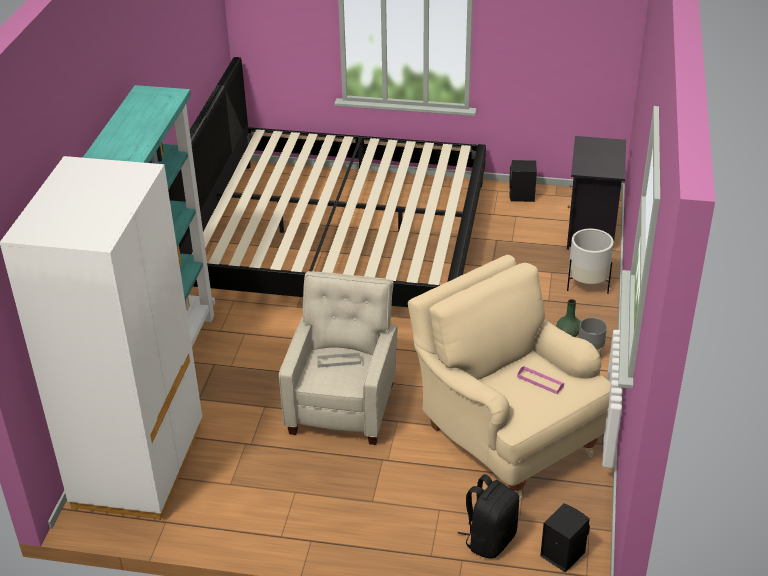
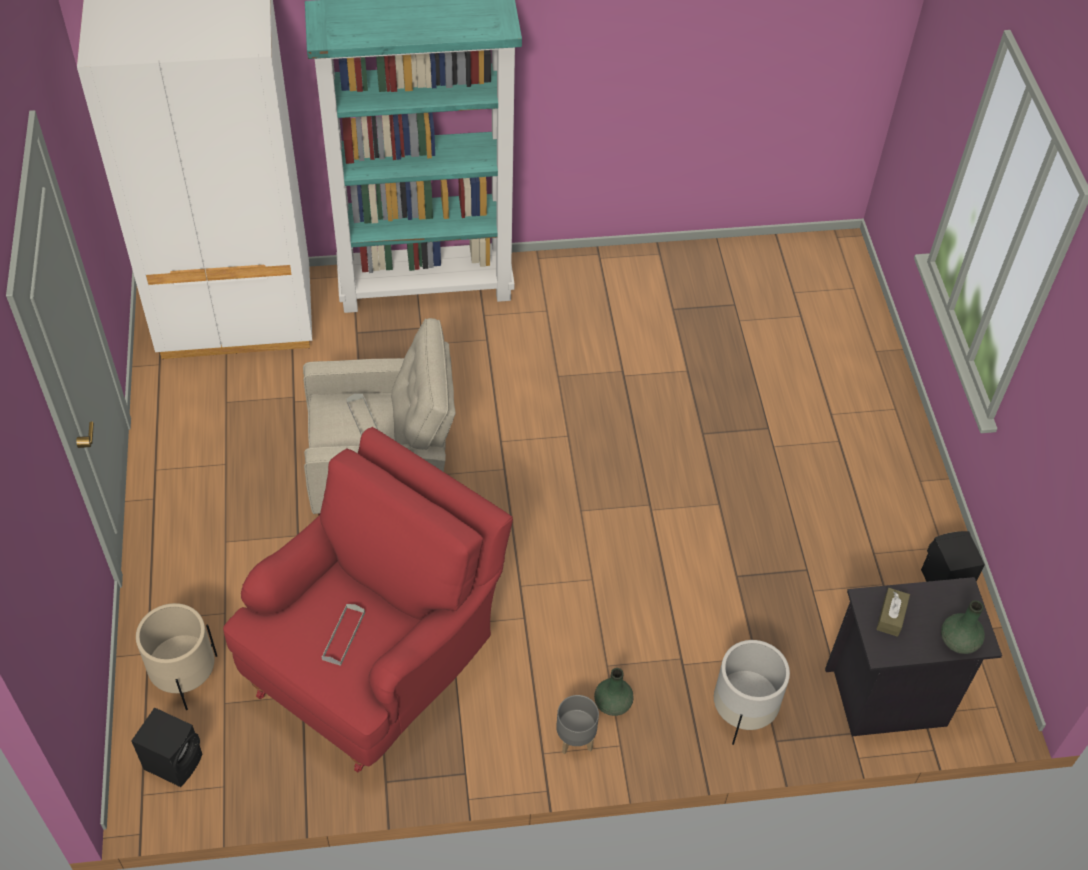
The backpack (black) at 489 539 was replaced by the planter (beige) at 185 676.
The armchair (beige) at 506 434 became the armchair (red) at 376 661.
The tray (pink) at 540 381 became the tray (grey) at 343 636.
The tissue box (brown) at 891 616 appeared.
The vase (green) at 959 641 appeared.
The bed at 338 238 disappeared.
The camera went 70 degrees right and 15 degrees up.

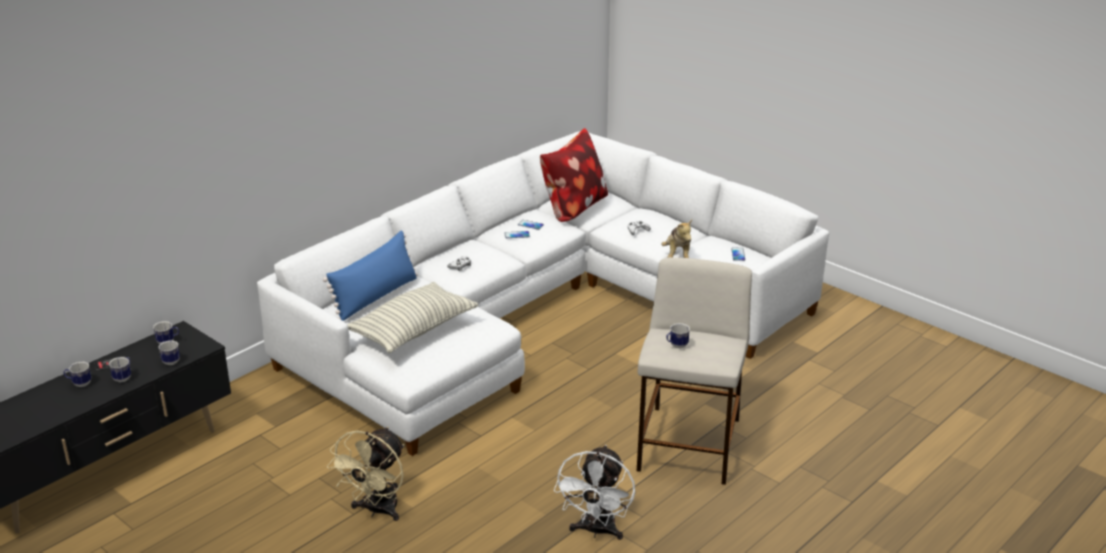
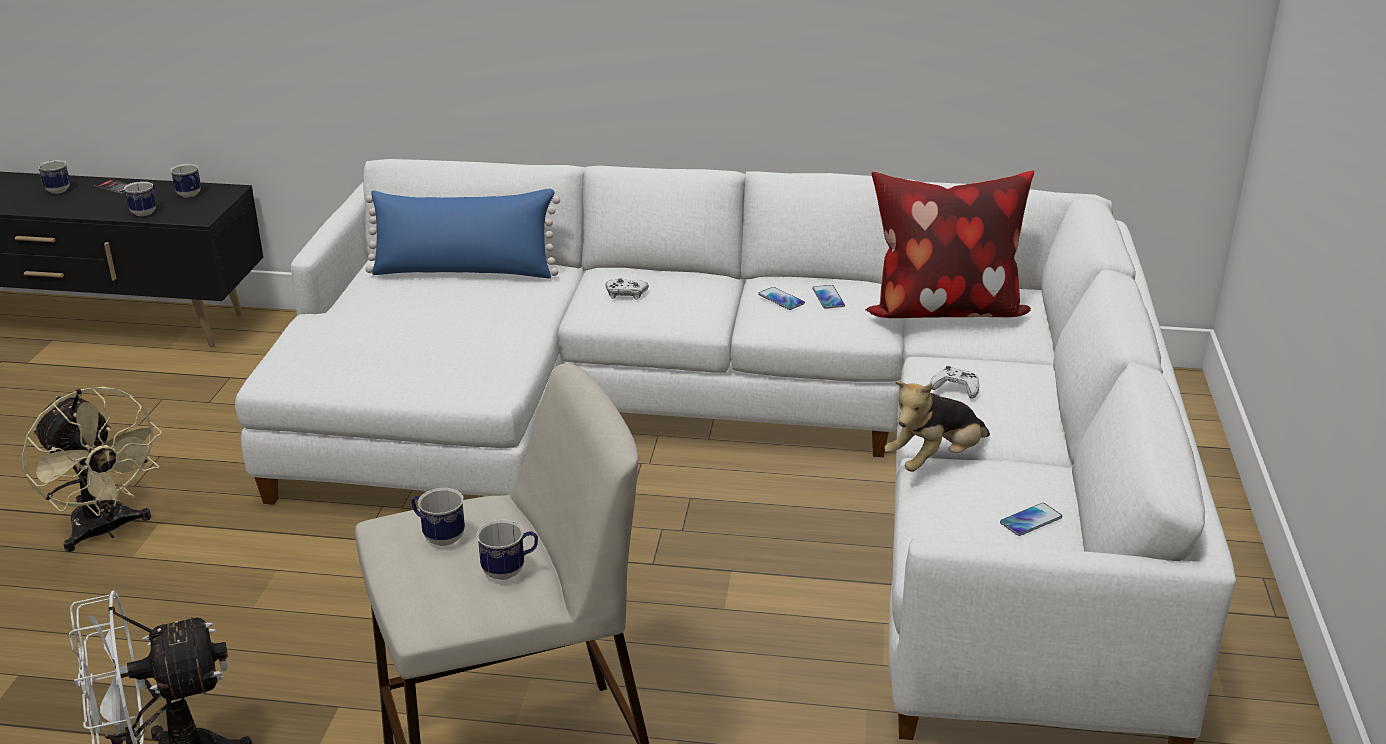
The fan (beige) at 377 510 turned 120 degrees counterclockwise.
The mug moved from 124 377 to 510 570.
The pillow at 413 331 disappeared.
The camera went 55 degrees right and 0 degrees up.

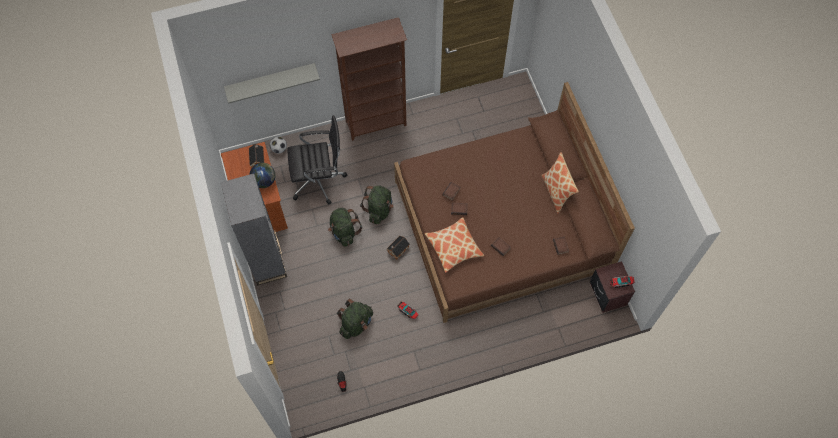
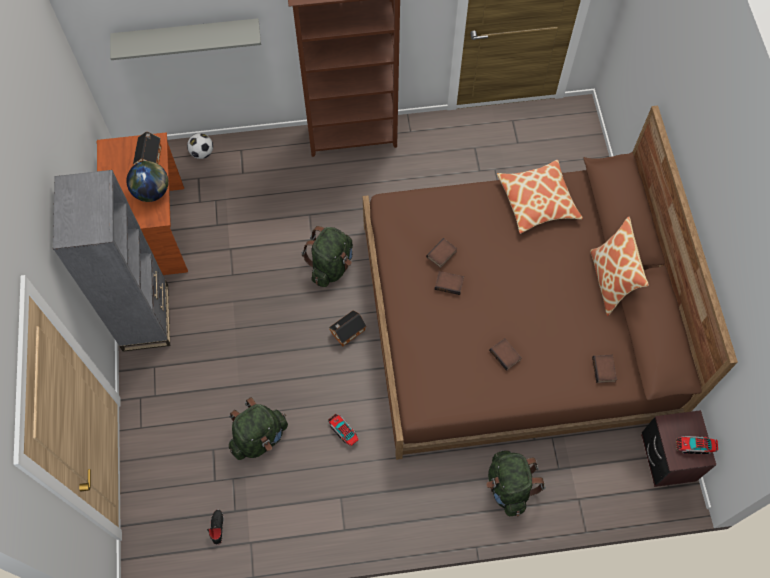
The backpack (green) moved from 344 232 to 509 487.
The pillow moved from 454 247 to 537 201.
The office chair (black) at 319 180 disappeared.
The camera went 10 degrees right and 0 degrees up.

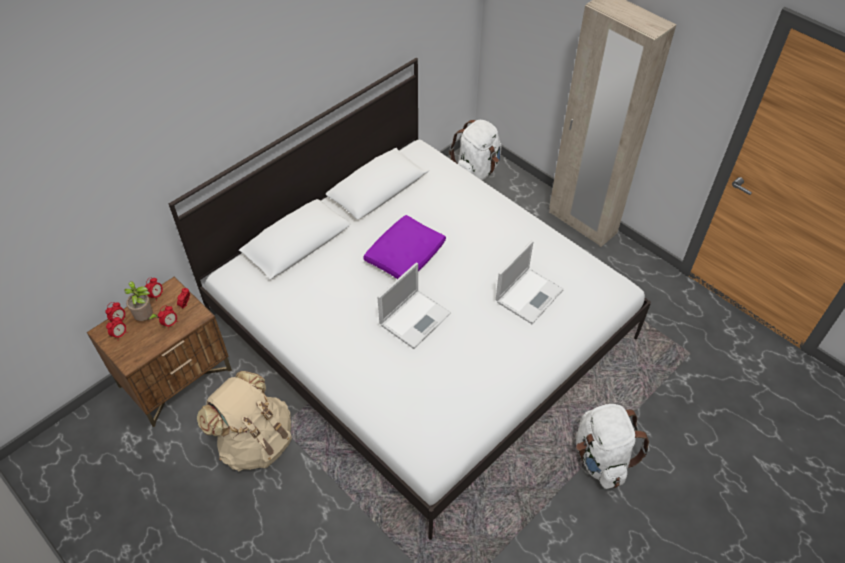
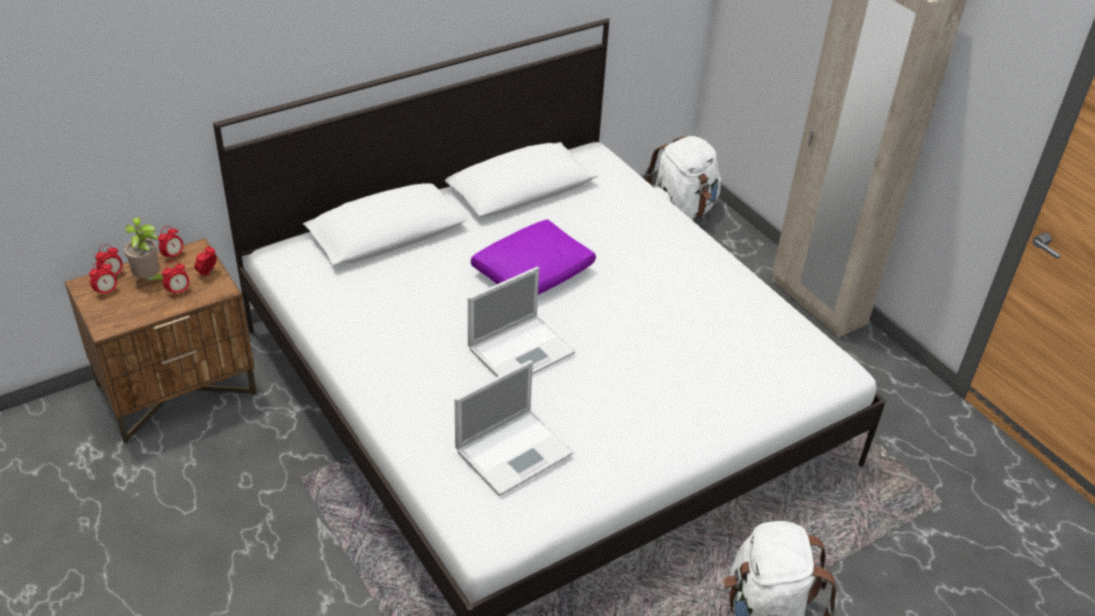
The laptop moved from 529 295 to 515 451.
The backpack (beige) at 255 441 disappeared.
The camera went 10 degrees right and 10 degrees down.

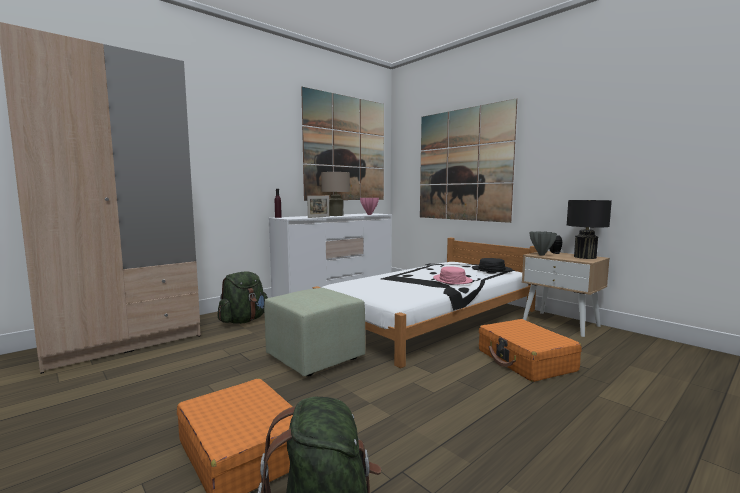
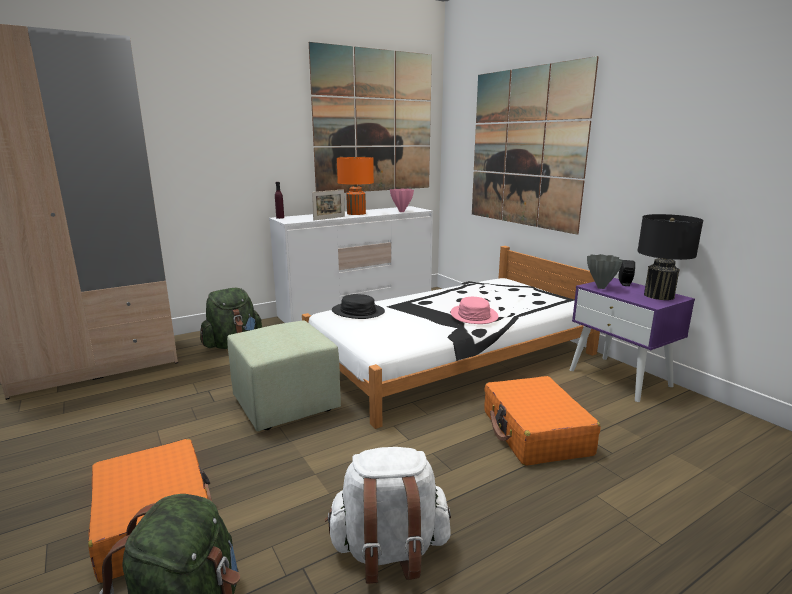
The backpack (white) at 389 551 appeared.
The hat (black) moved from 491 269 to 358 312.
The table lamp (beige) at 335 215 became the table lamp (orange) at 356 213.
The nightstand (beige) at 561 323 became the nightstand (purple) at 620 378.
The camera went 10 degrees right and 10 degrees up.

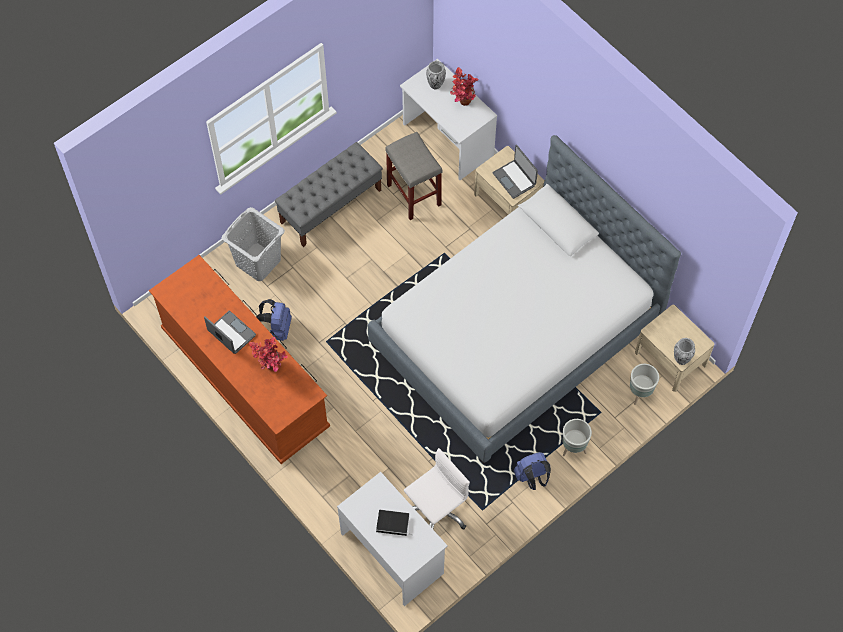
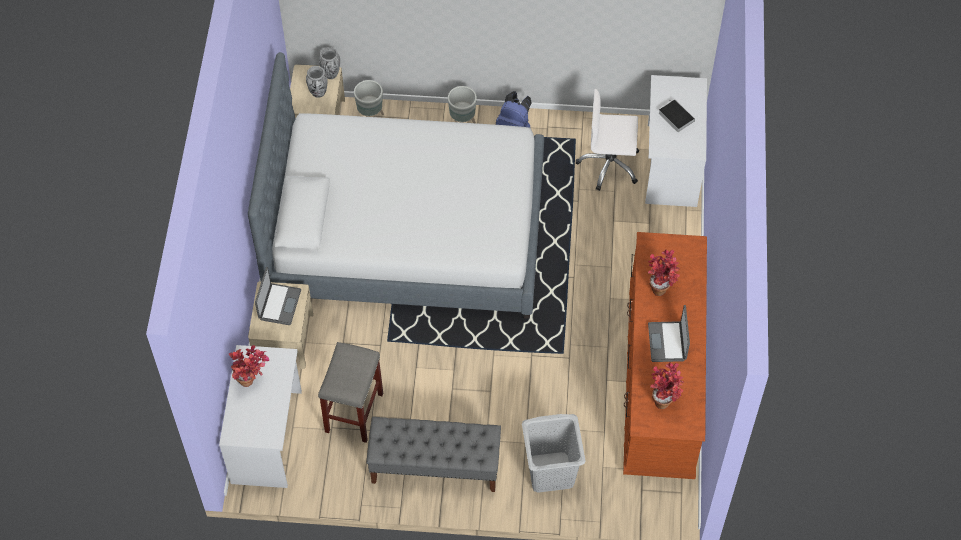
The vase moved from 435 84 to 318 93.
The potted plant at 664 399 appeared.
The backpack (blue) at 277 328 disappeared.
The camera went 135 degrees left and 5 degrees down.

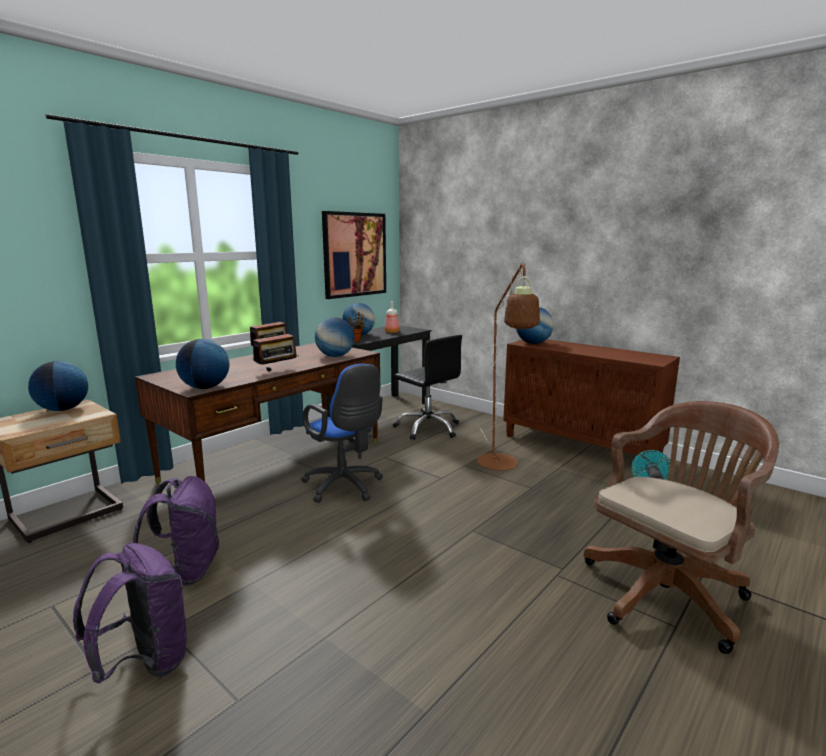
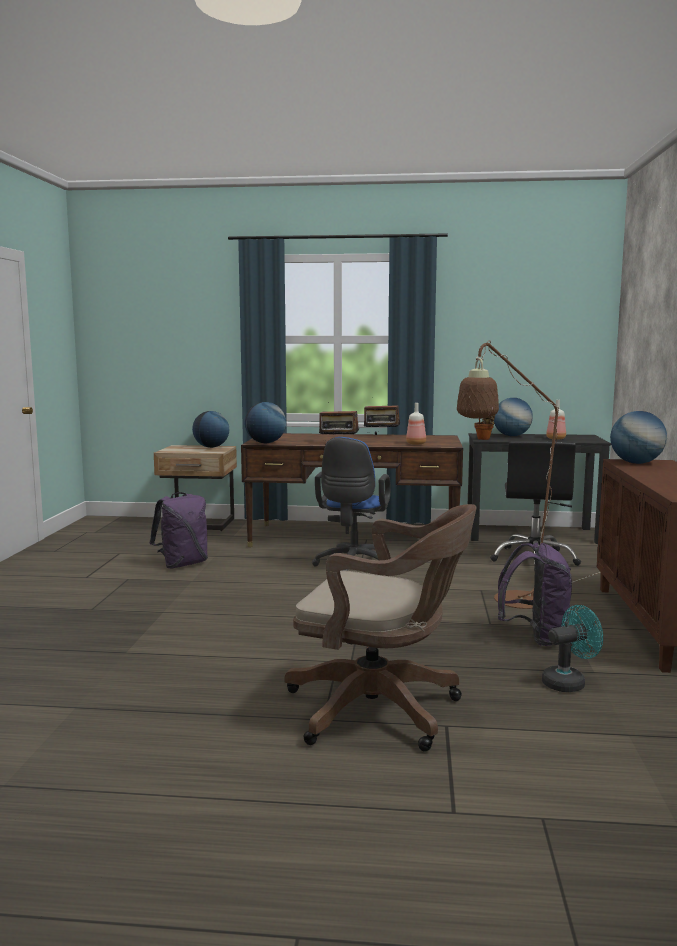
The globe at 335 356 was replaced by the bottle at 416 444.
The backpack (purple) moved from 145 663 to 535 637.
The picture at 355 254 disappeared.
The camera went 55 degrees right and 5 degrees down.

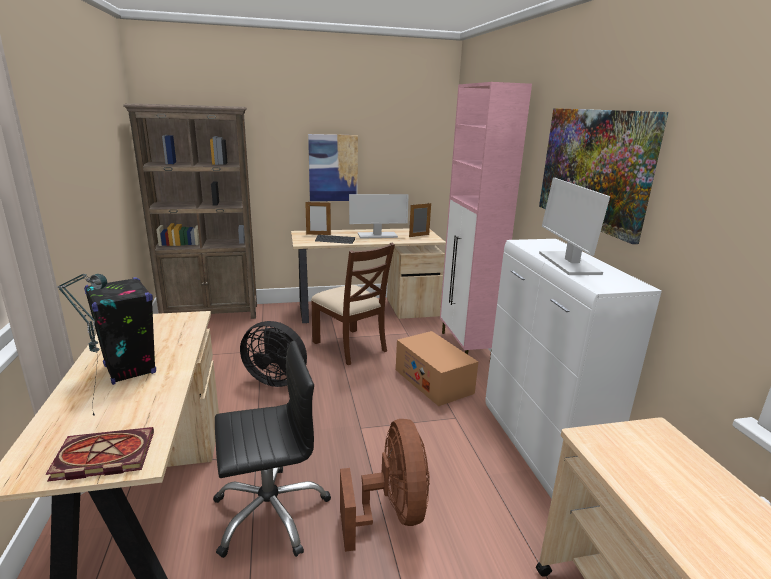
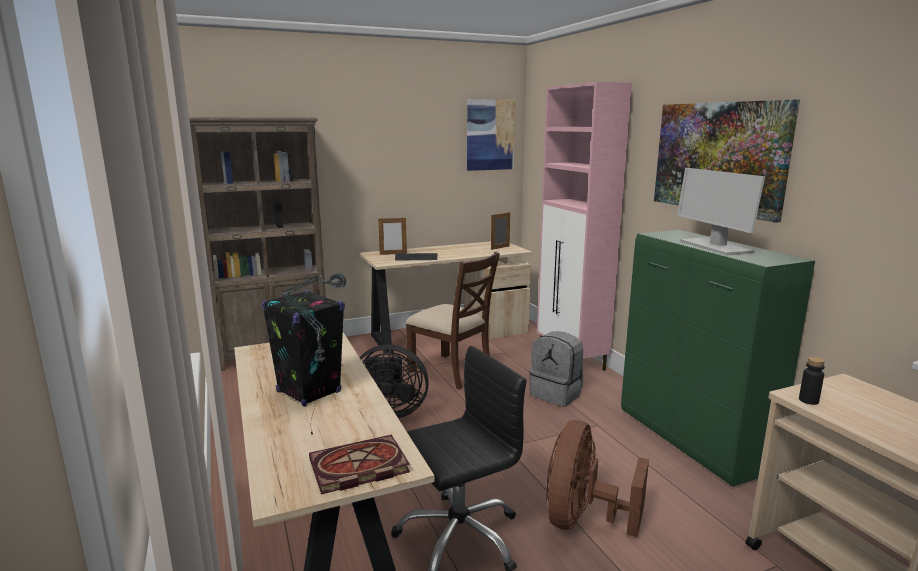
The picture moved from 333 168 to 490 135.
The cardboard box at 433 381 was replaced by the backpack (grey) at 556 394.
The fan (brown) at 391 513 turned 135 degrees counterclockwise.
The cabinet (white) at 540 448 became the cabinet (green) at 692 441.
The bottle (black) at 808 400 appeared.
The monitor at 377 235 disappeared.
The camera went 10 degrees left and 5 degrees down.

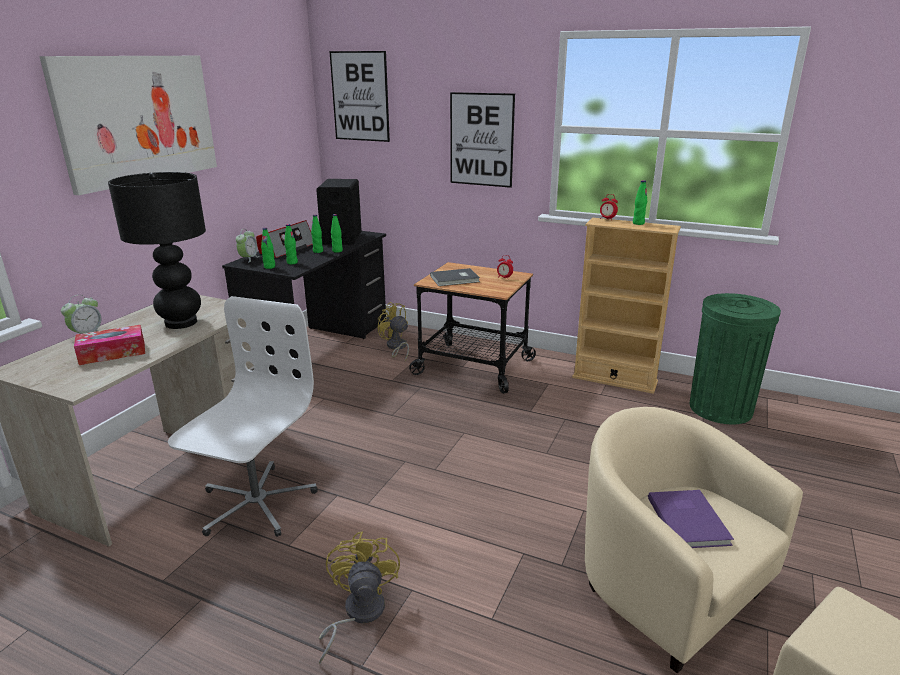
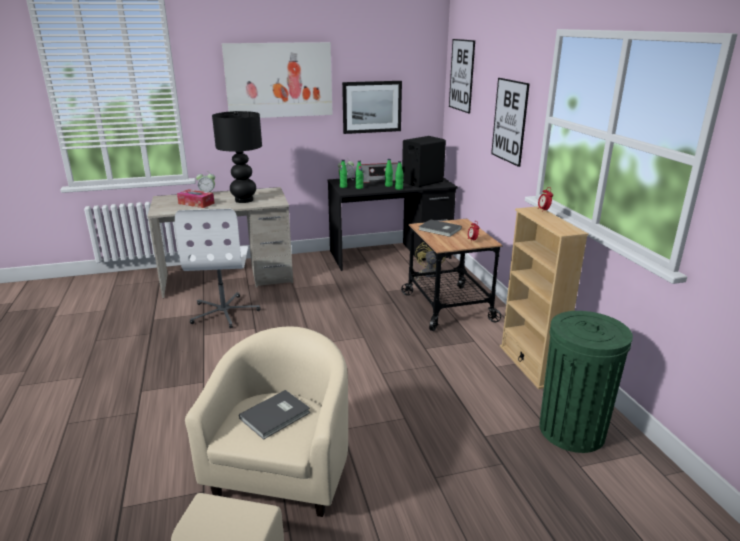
The office chair (white) at 255 503 turned 105 degrees clockwise.
The book (purple) at 689 520 became the book (grey) at 276 416.
The picture at 372 107 appeared.
The fan (yellow) at 357 614 disappeared.
The bottle (green) at 638 223 disappeared.
The camera went 50 degrees right and 0 degrees up.

